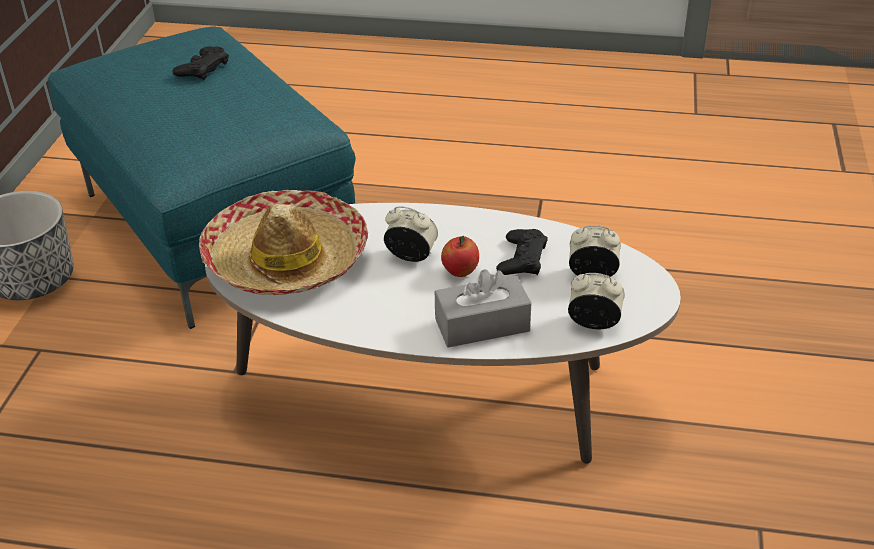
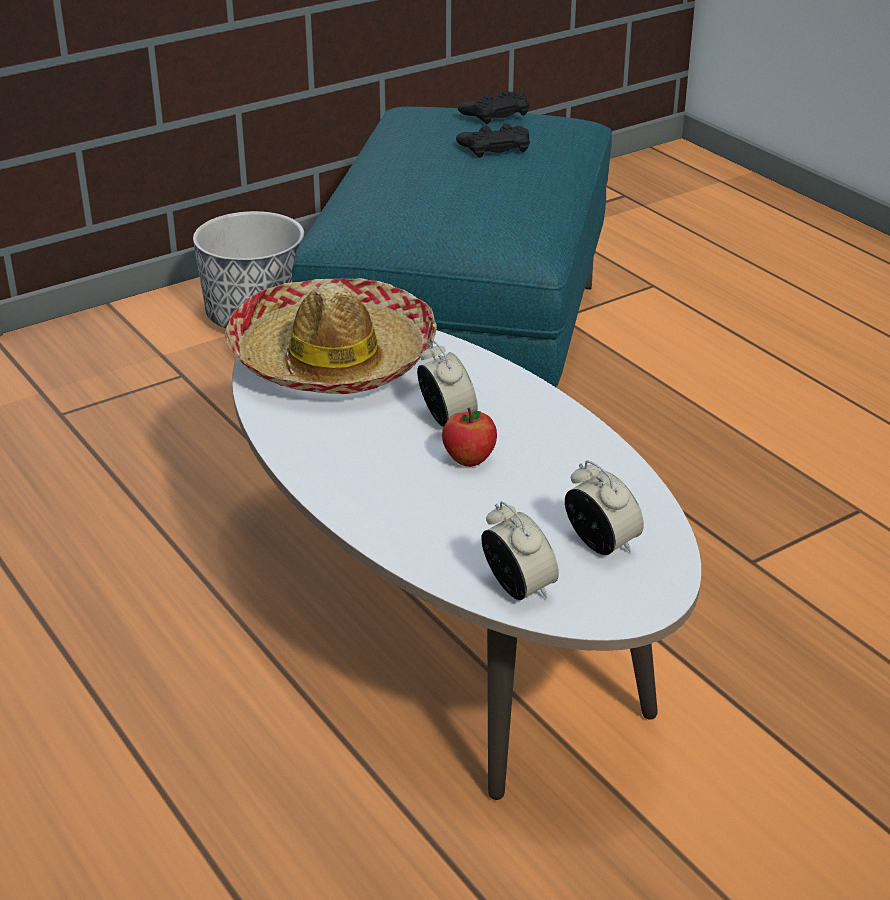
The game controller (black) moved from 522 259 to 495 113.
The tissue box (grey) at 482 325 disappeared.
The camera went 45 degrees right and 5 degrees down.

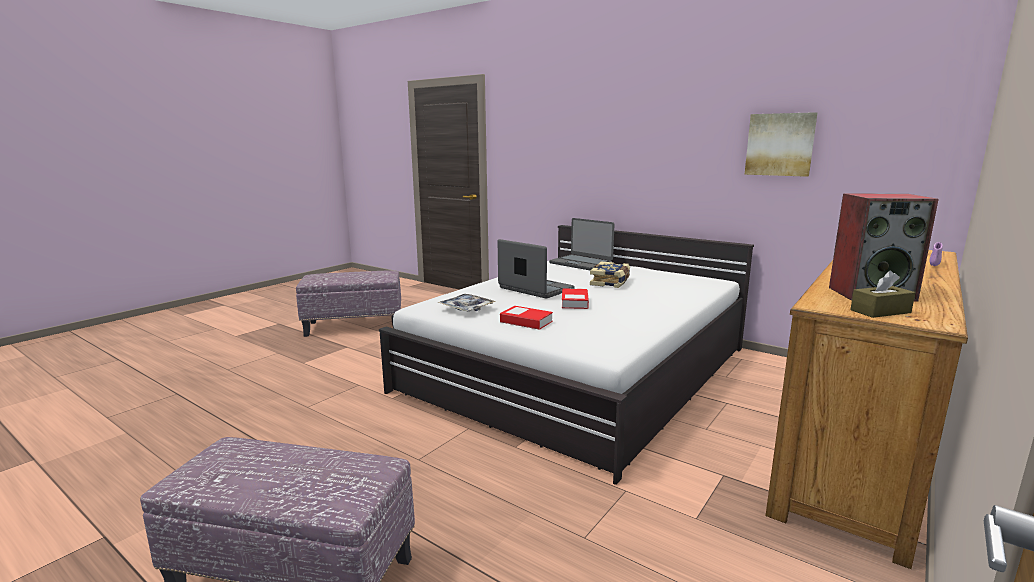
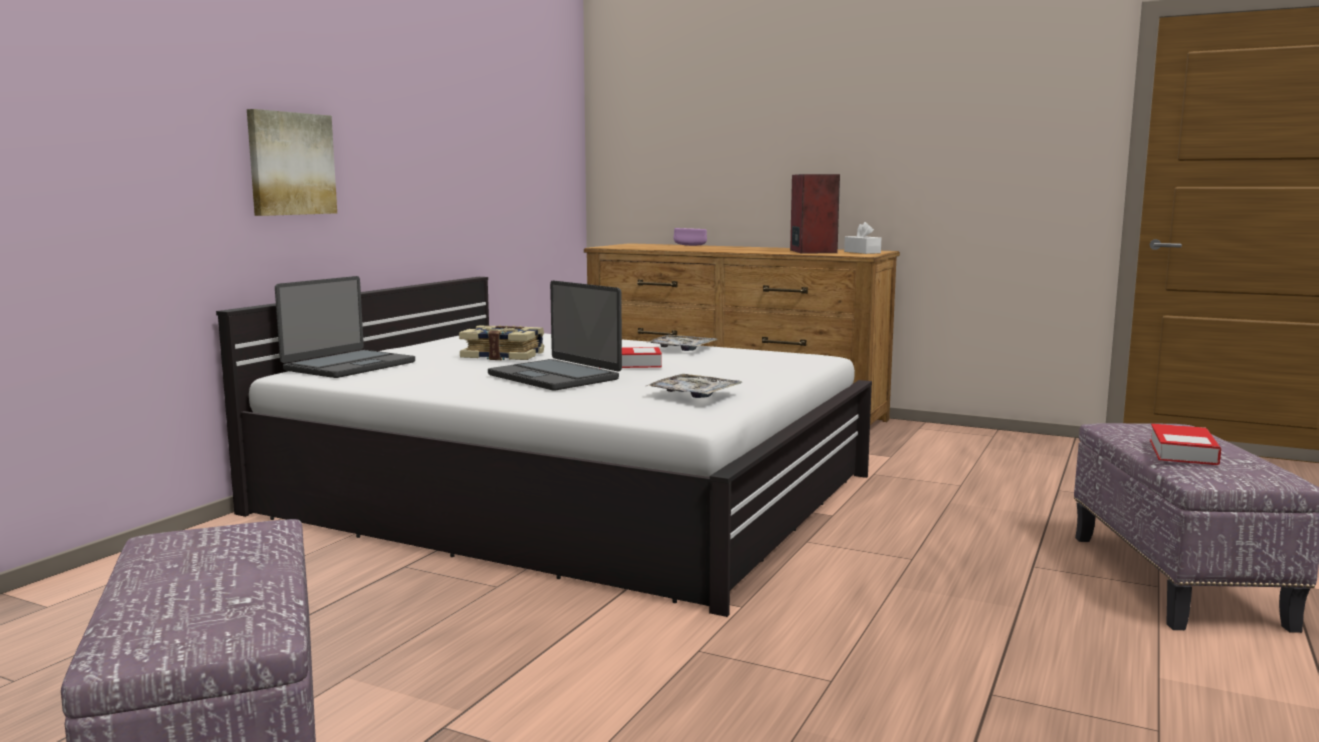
The picture moved from 780 144 to 290 164.
The laptop at 535 289 turned 75 degrees counterclockwise.
The tray at 682 349 appeared.
The tissue box (brown) at 880 311 became the tissue box (white) at 862 252.
The book moved from 526 322 to 1183 452.
The camera went 100 degrees left and 5 degrees down.

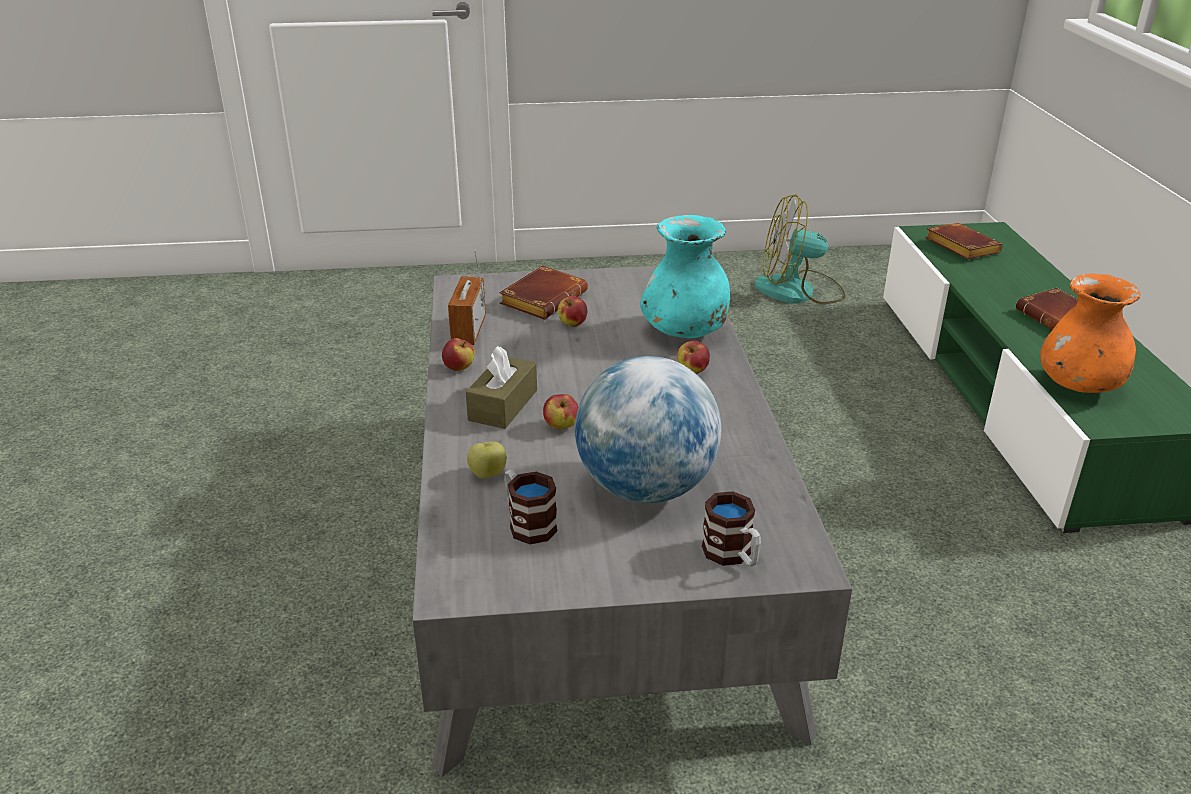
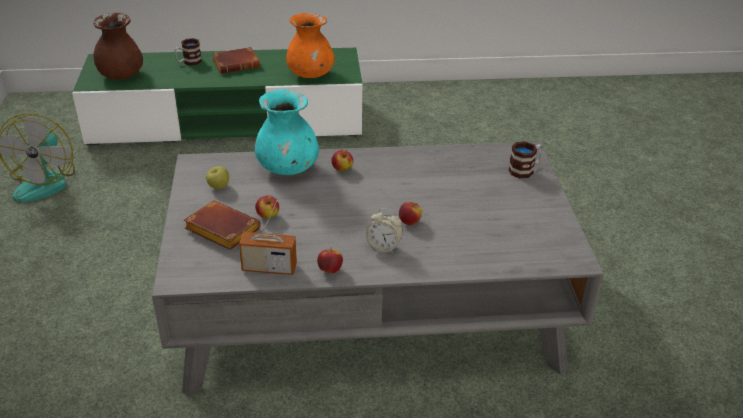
The book (brown) at 959 247 was replaced by the vase (brown) at 121 76.
The mug moved from 527 523 to 189 62.
The apple moved from 488 475 to 218 187.
The tissue box (brown) at 503 405 was replaced by the alarm clock at 384 247.
The globe at 645 488 disappeared.
The camera went 90 degrees left and 5 degrees up.

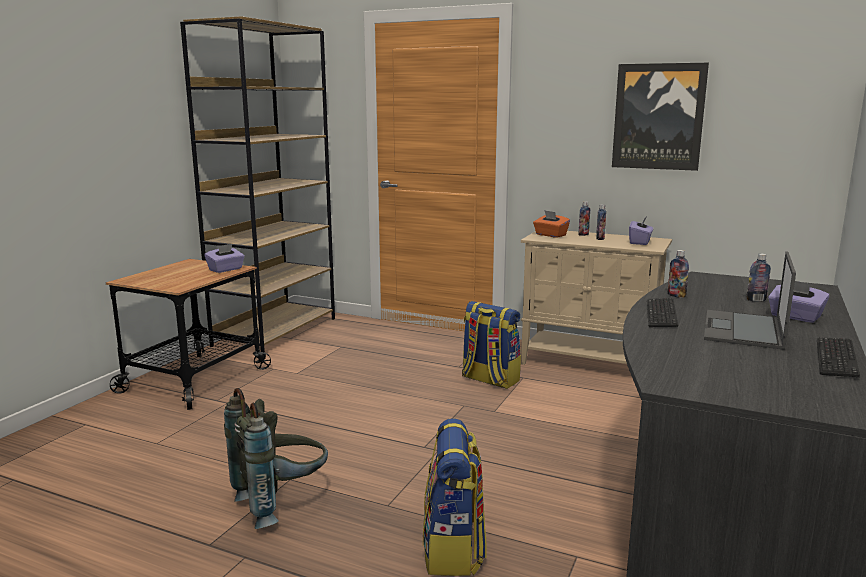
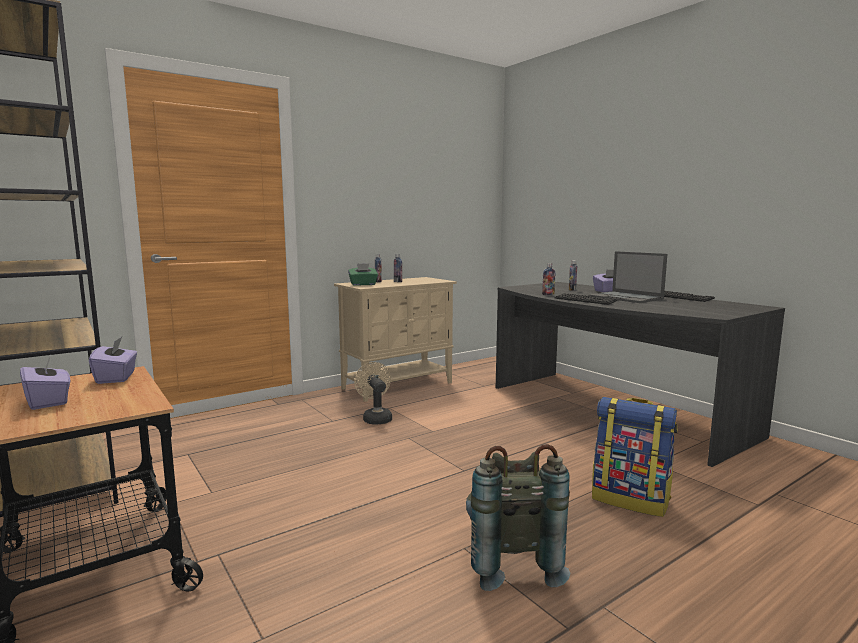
The tissue box (purple) moved from 640 242 to 48 401.
The tissue box (orange) at 550 235 became the tissue box (green) at 363 284.
The backpack at 489 380 was replaced by the fan (beige) at 375 418.
The picture at 658 117 disappeared.
The camera went 60 degrees left and 5 degrees down.

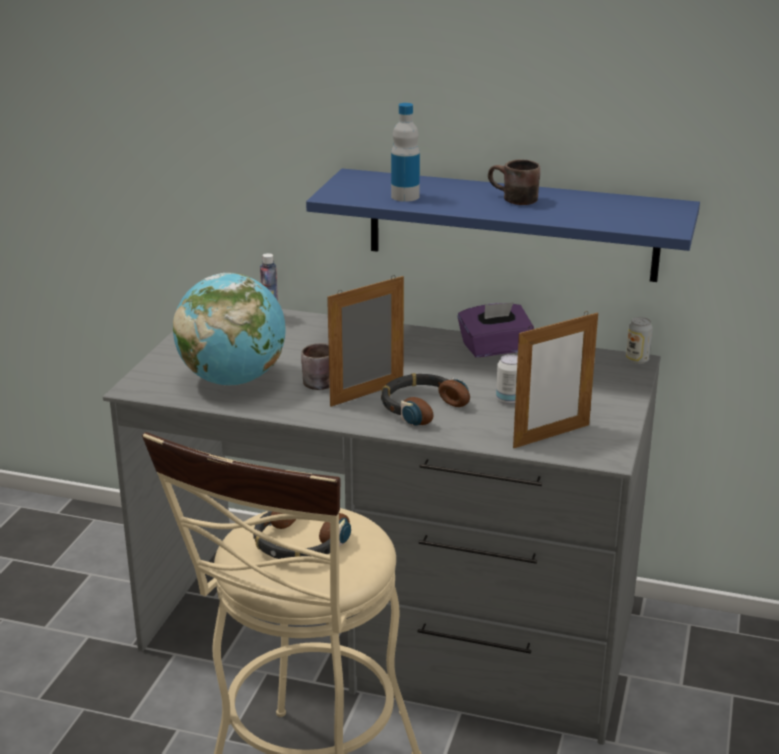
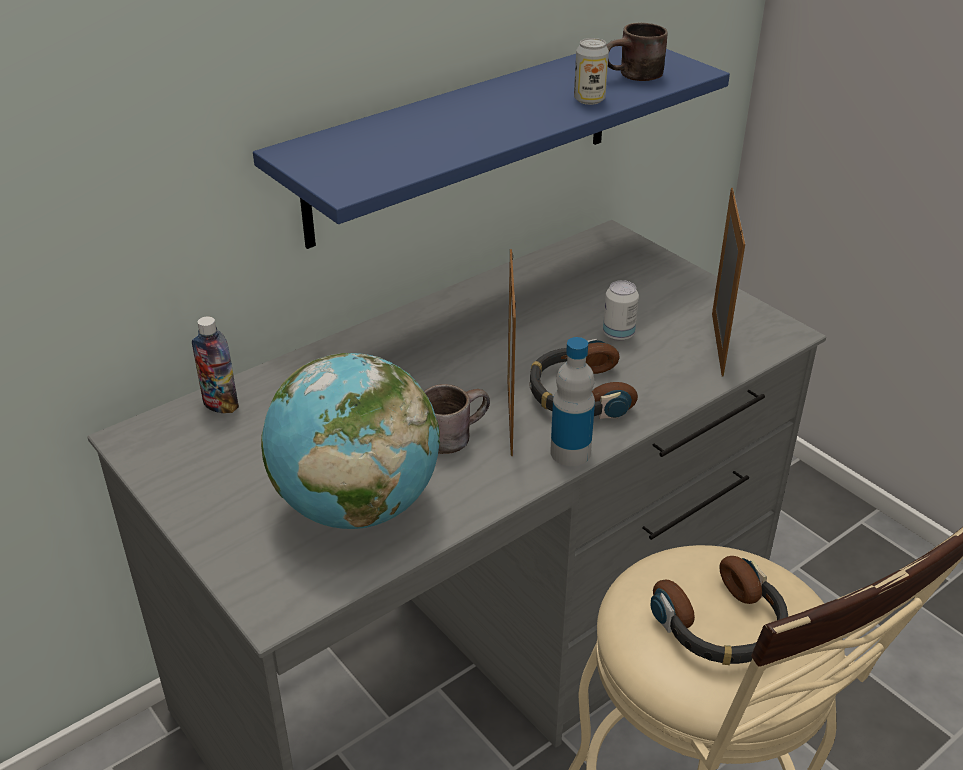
The bottle moved from 405 196 to 570 452.
The can moved from 637 360 to 589 100.
The mug (brown) moved from 512 200 to 635 78.
The tissue box (purple) at 495 349 disappeared.
The camera went 55 degrees left and 10 degrees up.

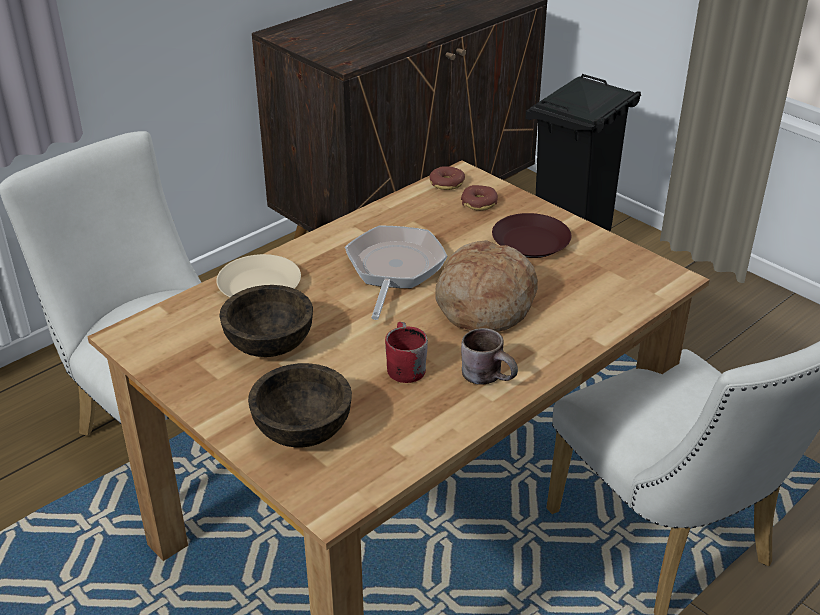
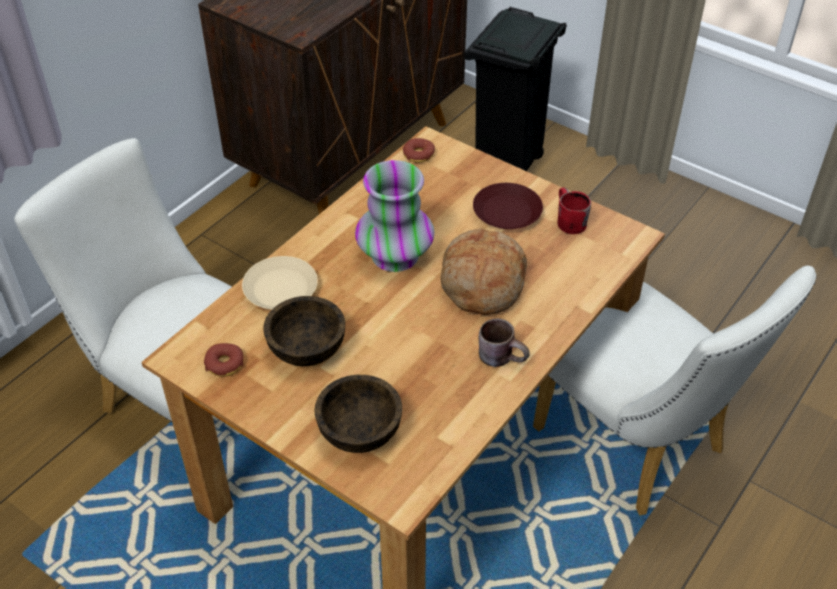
The donut moved from 479 203 to 225 364.
The frying pan at 393 270 was replaced by the vase at 394 256.
The mug (red) moved from 401 366 to 566 221.
The camera went 10 degrees left and 10 degrees up.

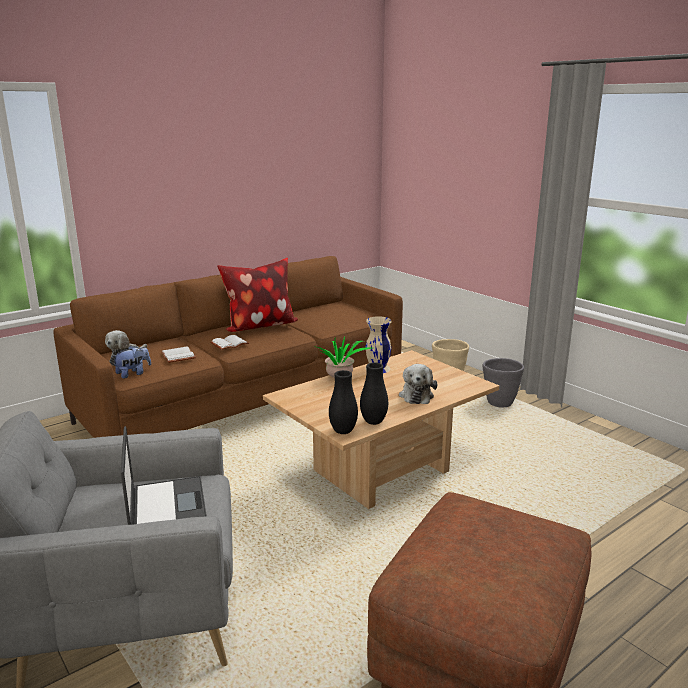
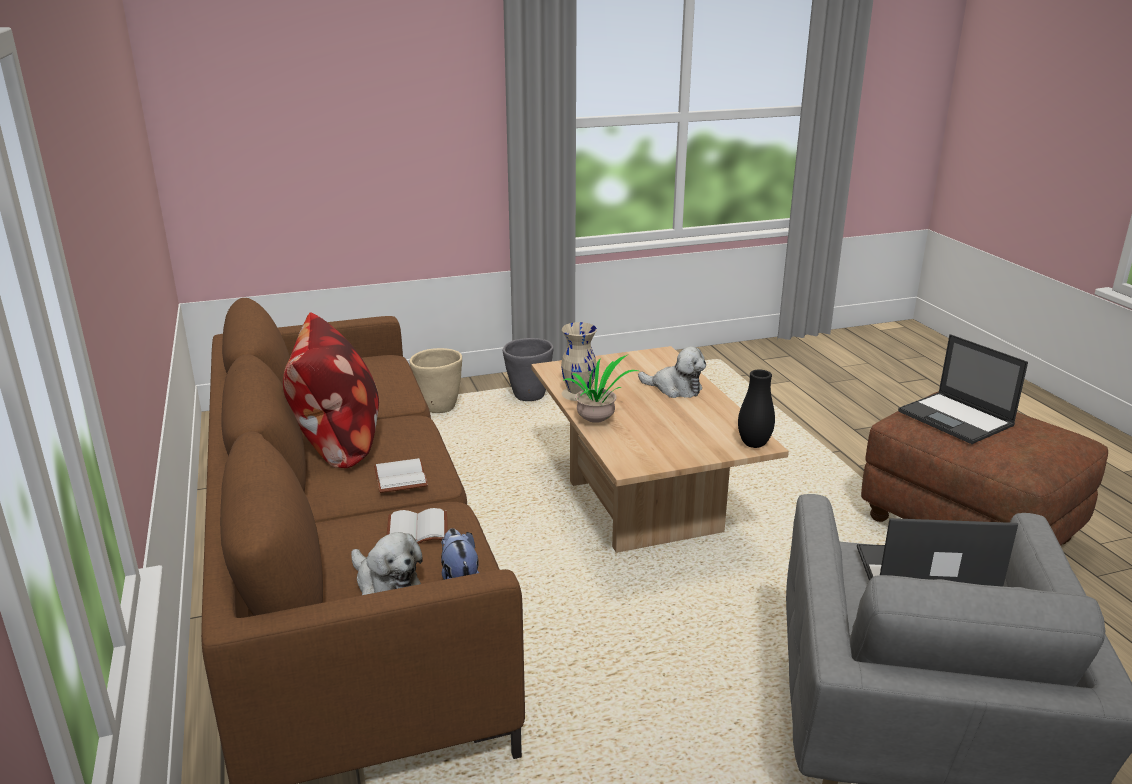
The laptop at 956 419 appeared.
The vase (black) at 373 422 disappeared.
The camera went 70 degrees left and 5 degrees up.

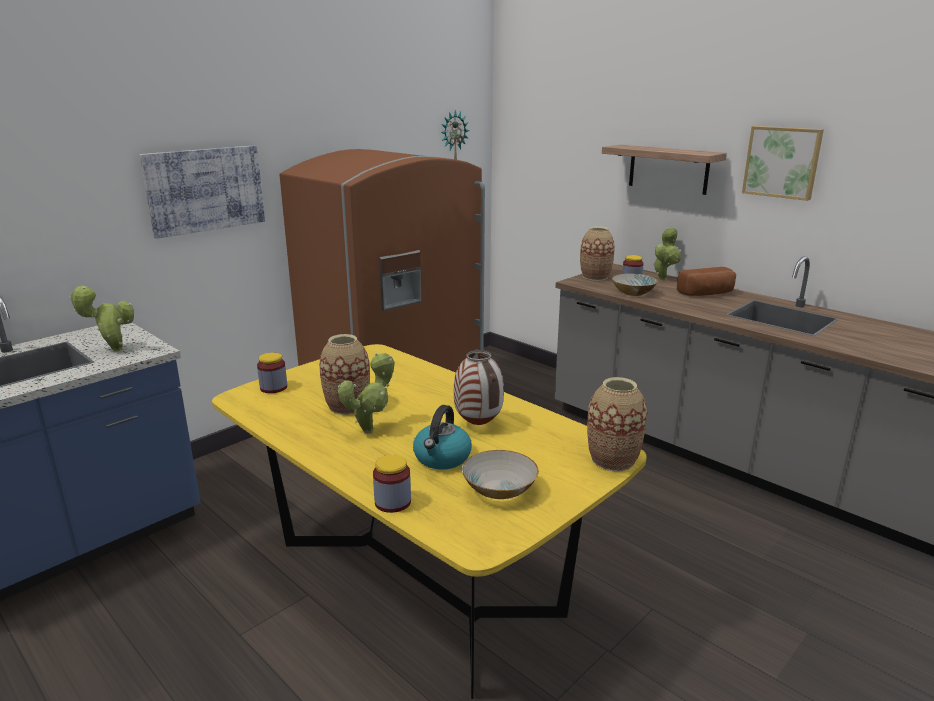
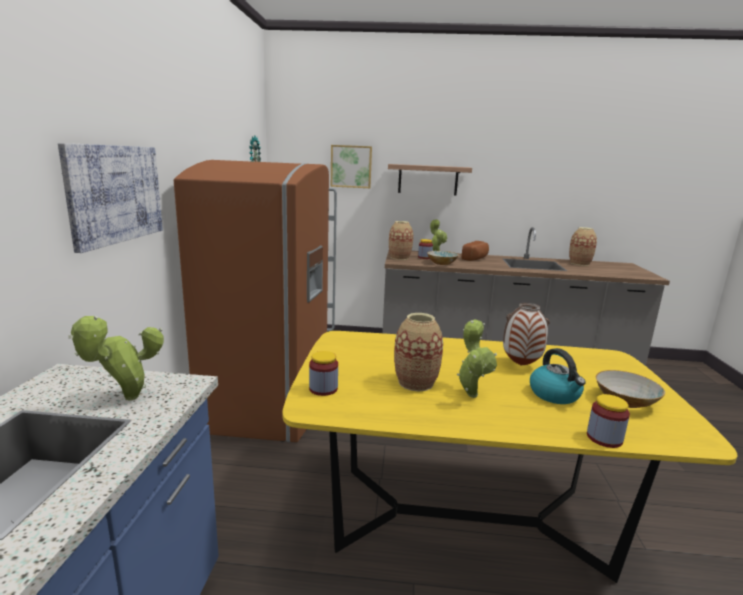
The picture moved from 782 162 to 351 166.
The vase moved from 613 460 to 579 263.
The camera went 40 degrees left and 5 degrees down.

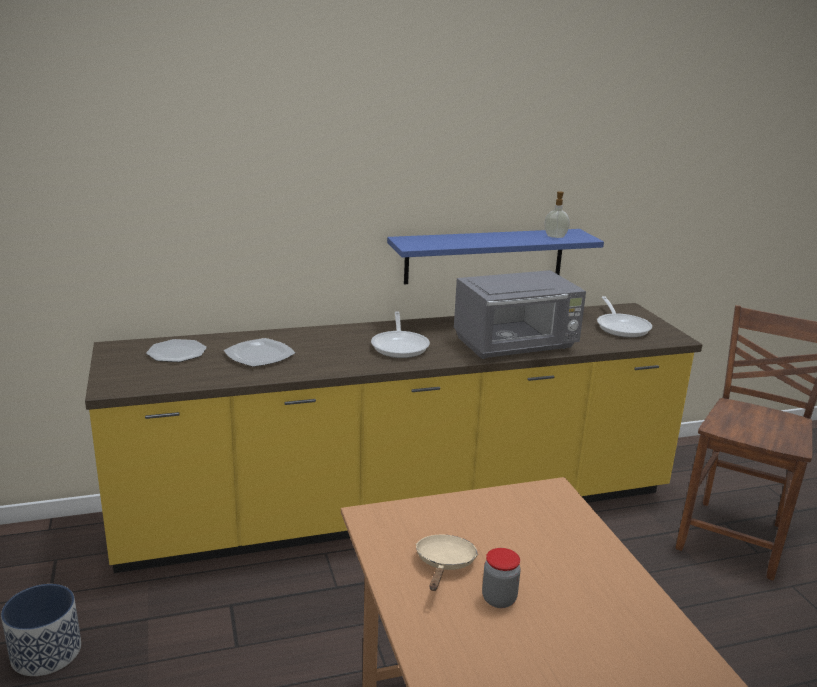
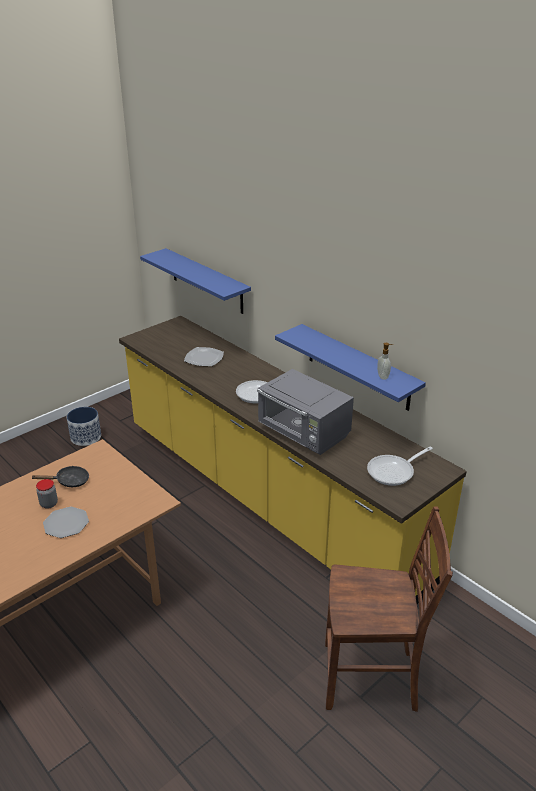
The frying pan (beige) at 444 564 became the frying pan (black) at 69 481.
The plate moved from 176 353 to 66 523.
The shelf (blue) at 206 281 appeared.
The camera went 65 degrees right and 10 degrees up.

